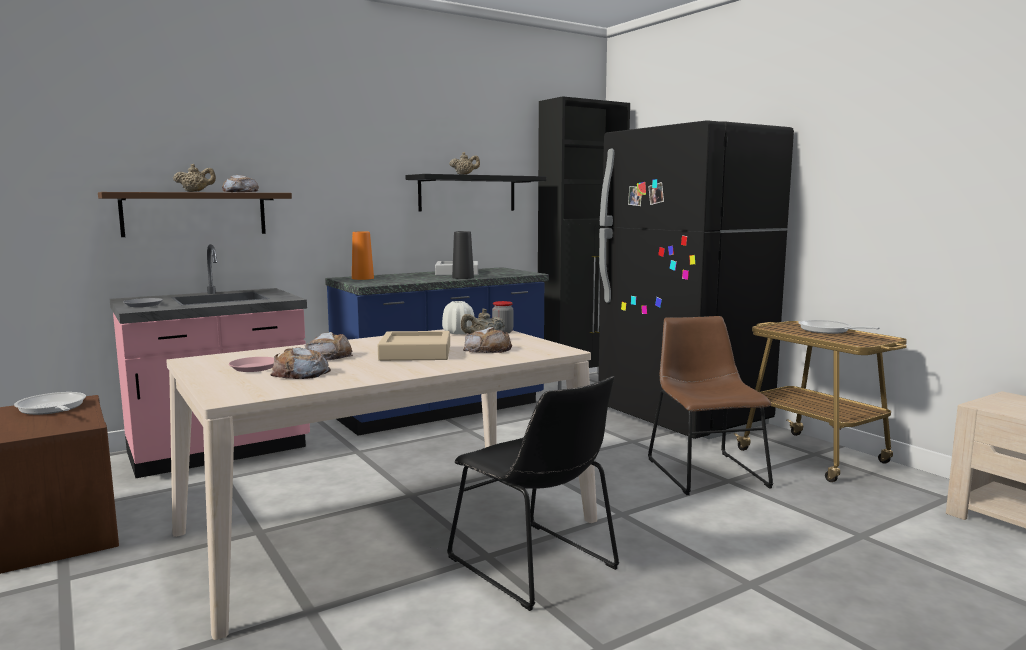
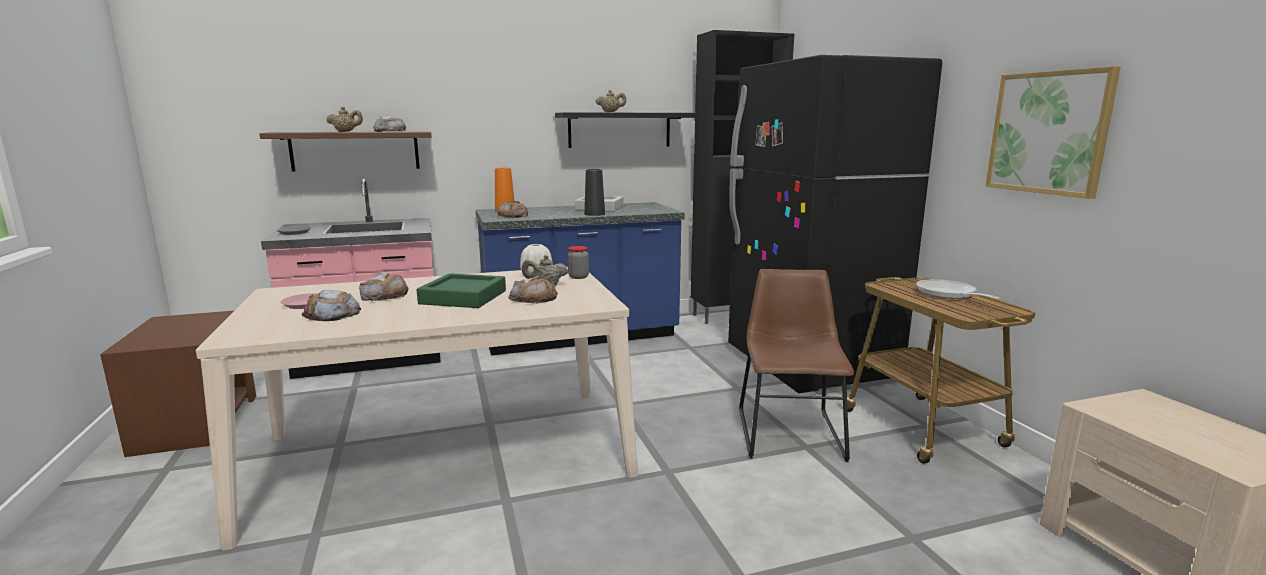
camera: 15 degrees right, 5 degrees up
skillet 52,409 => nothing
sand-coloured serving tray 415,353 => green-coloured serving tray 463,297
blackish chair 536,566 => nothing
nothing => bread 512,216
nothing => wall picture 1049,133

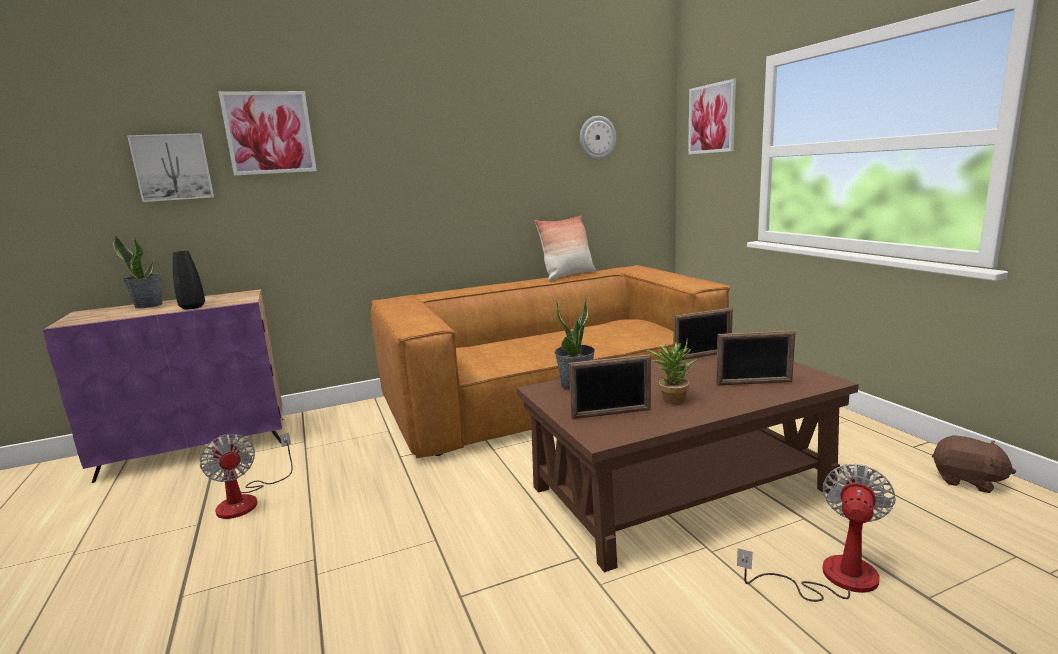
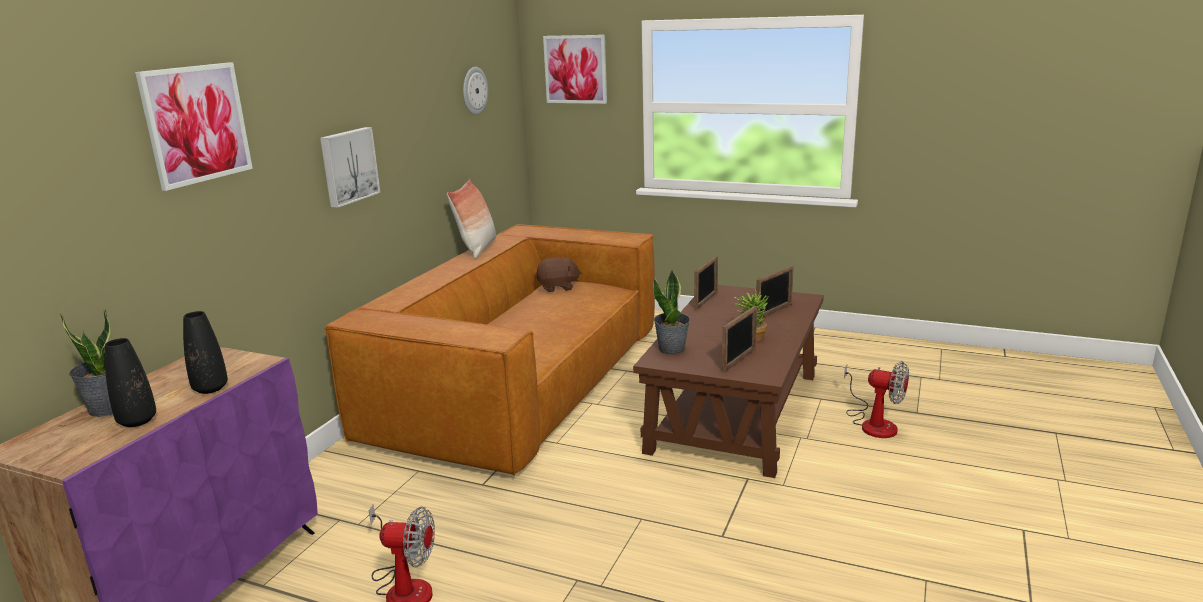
camera: 45 degrees left, 5 degrees up
wall picture 173,167 => wall picture 348,166, moved
fan 831,577 => fan 873,423, 135 degrees clockwise
brown cuddly toy 967,480 => brown cuddly toy 558,287, moved
nothing => blackish flower vase 137,421

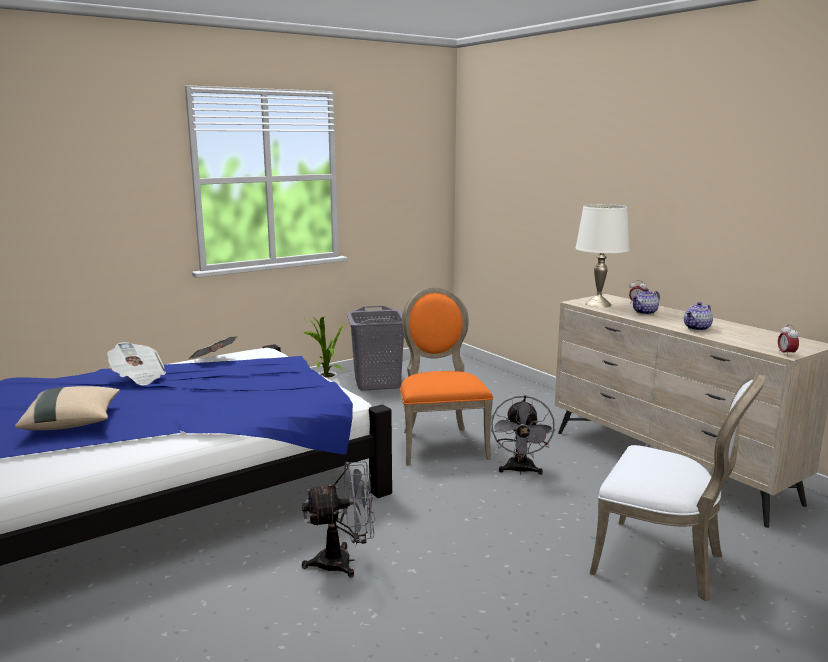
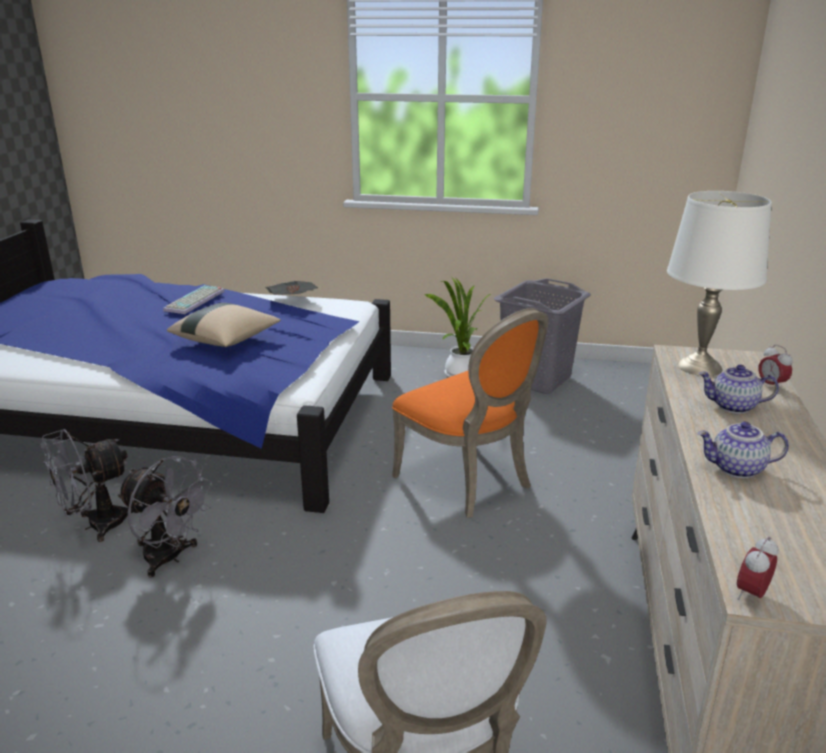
camera: 45 degrees right, 10 degrees up
sand-coloured pillow 73,423 => sand-coloured pillow 226,340, moved
printed paper 138,377 => keyboard 195,301
orange chair 440,444 => orange chair 468,481, 105 degrees clockwise
gray fan 520,471 => gray fan 96,526, moved

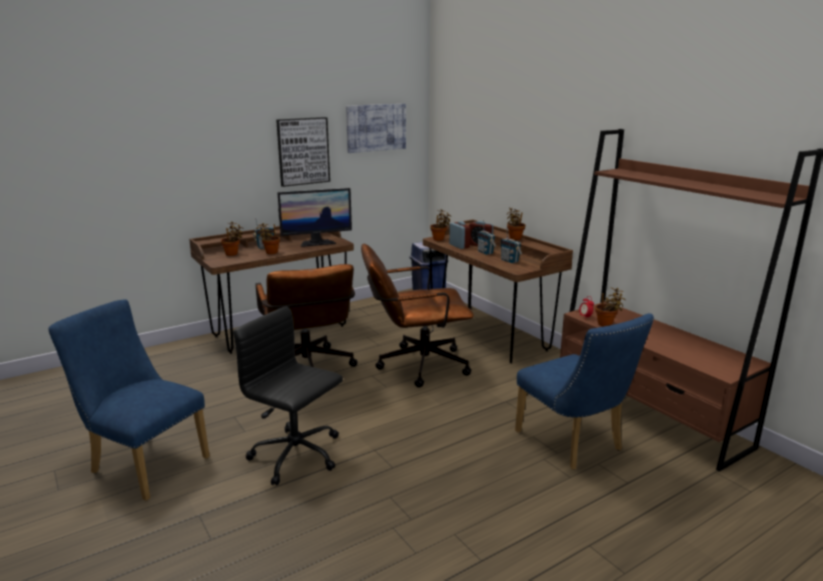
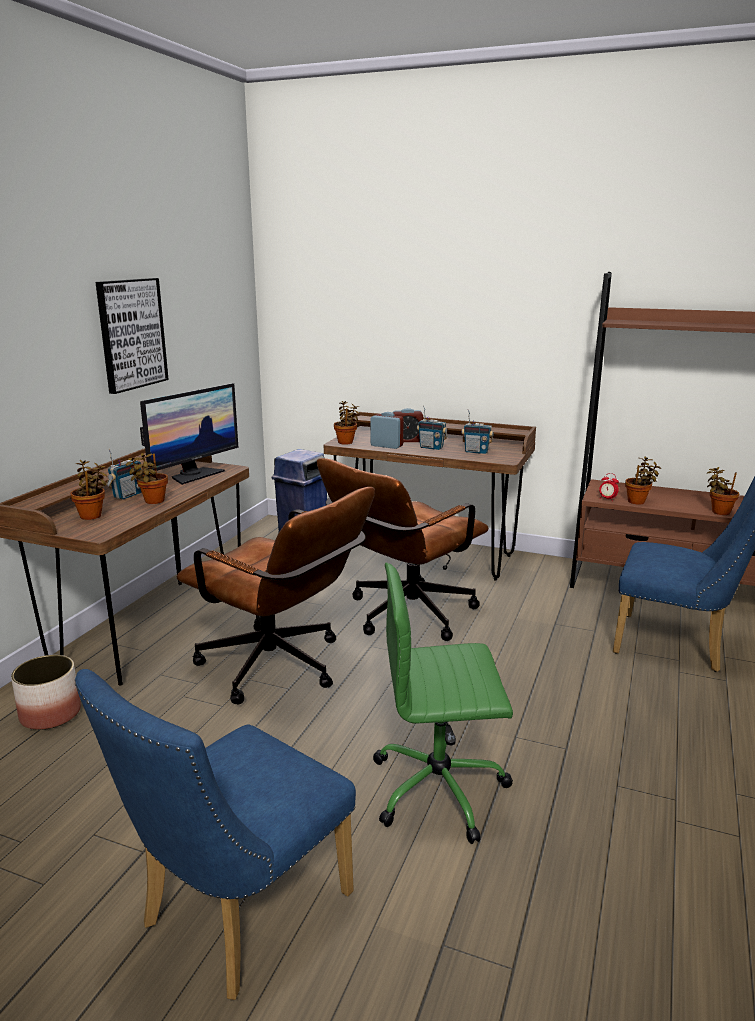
camera: 35 degrees left, 0 degrees up
bluish chair 144,463 => bluish chair 234,916, 45 degrees counterclockwise
blackish desk chair 297,456 => green-coloured desk chair 440,788
wall picture 376,127 => nothing
houseplant 514,238 => houseplant 718,511, moved
nothing => planter 50,714

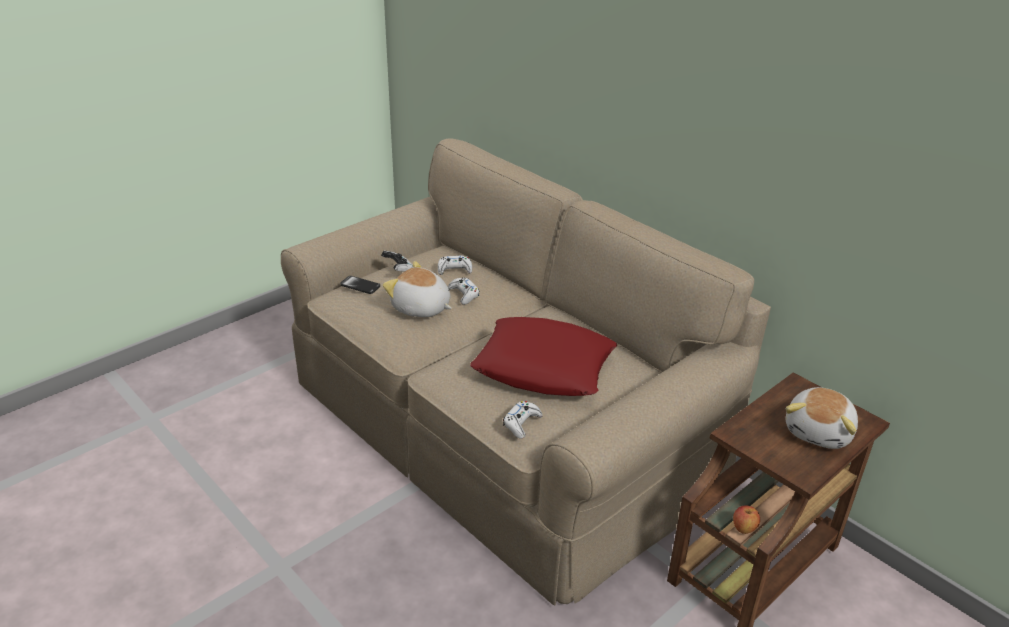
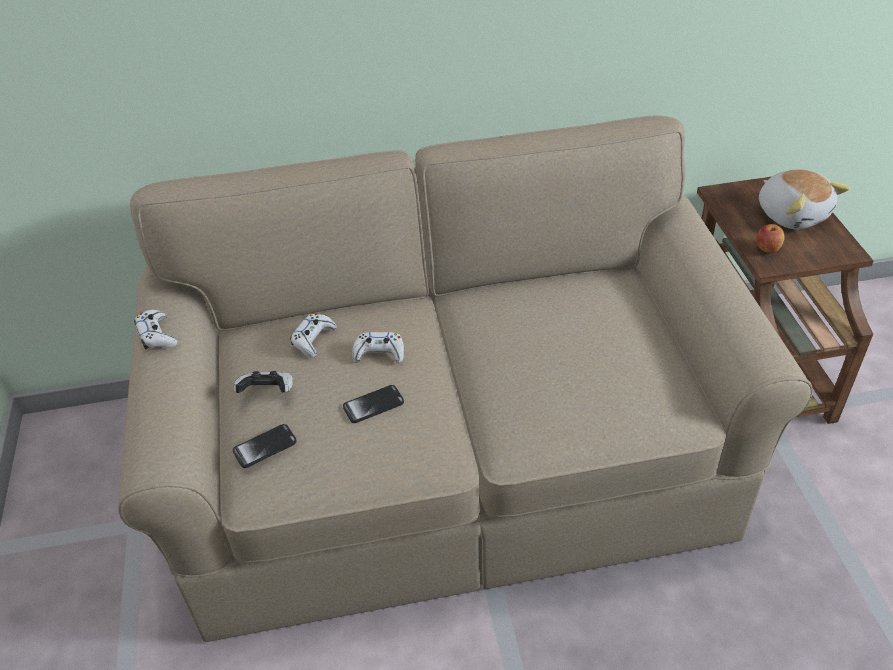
camera: 55 degrees left, 10 degrees up
cuddly toy 421,308 => telephone 373,405
red pillow 544,366 => nothing
white joypad 521,423 => white joypad 157,335, moved
apple fruit 743,528 => apple fruit 767,249, moved

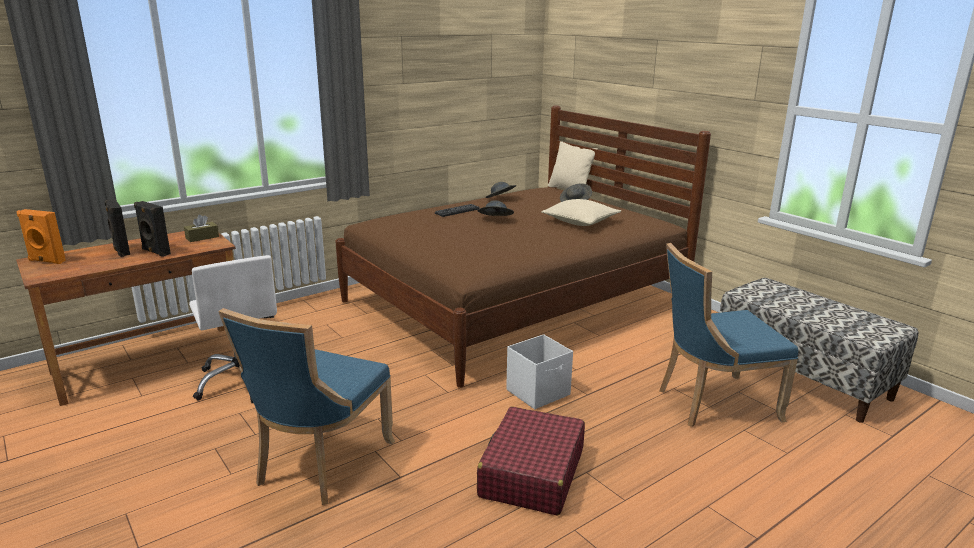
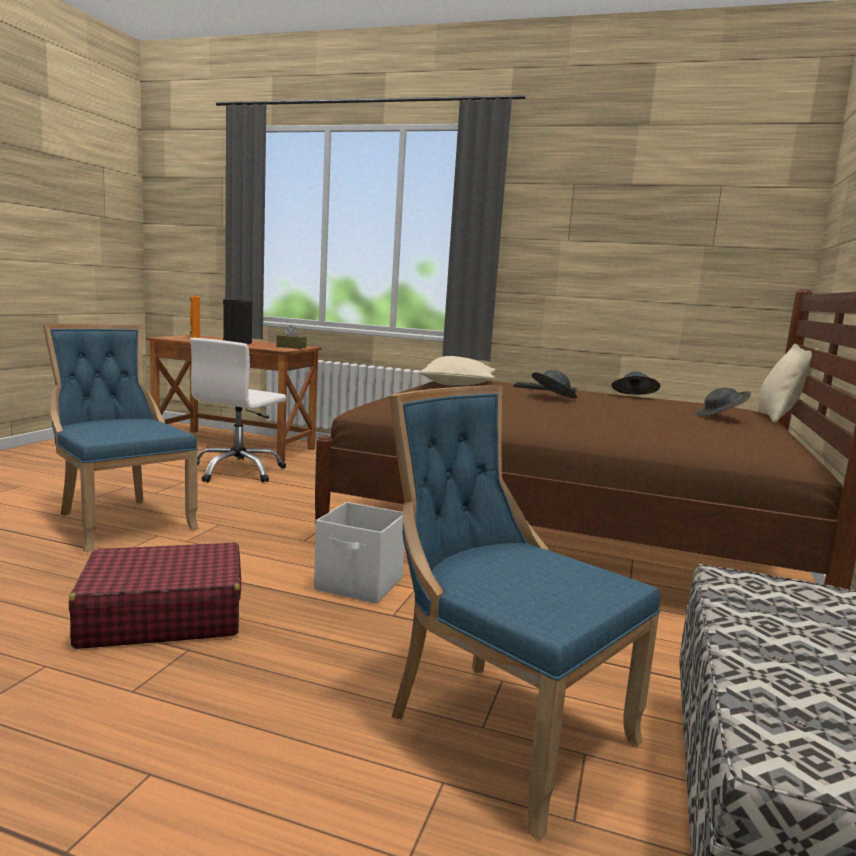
camera: 55 degrees right, 10 degrees down
bluish chair 320,464 => bluish chair 121,521, 60 degrees clockwise
sand-coloured pillow 580,221 => sand-coloured pillow 458,384, moved

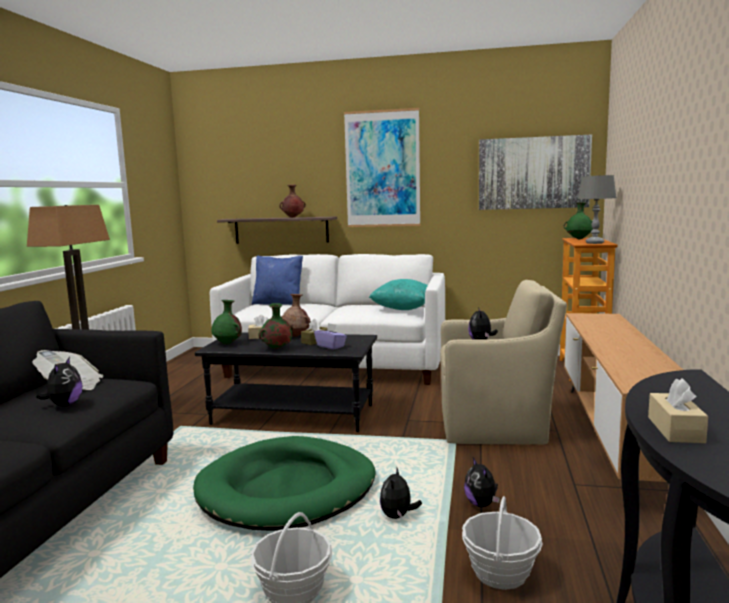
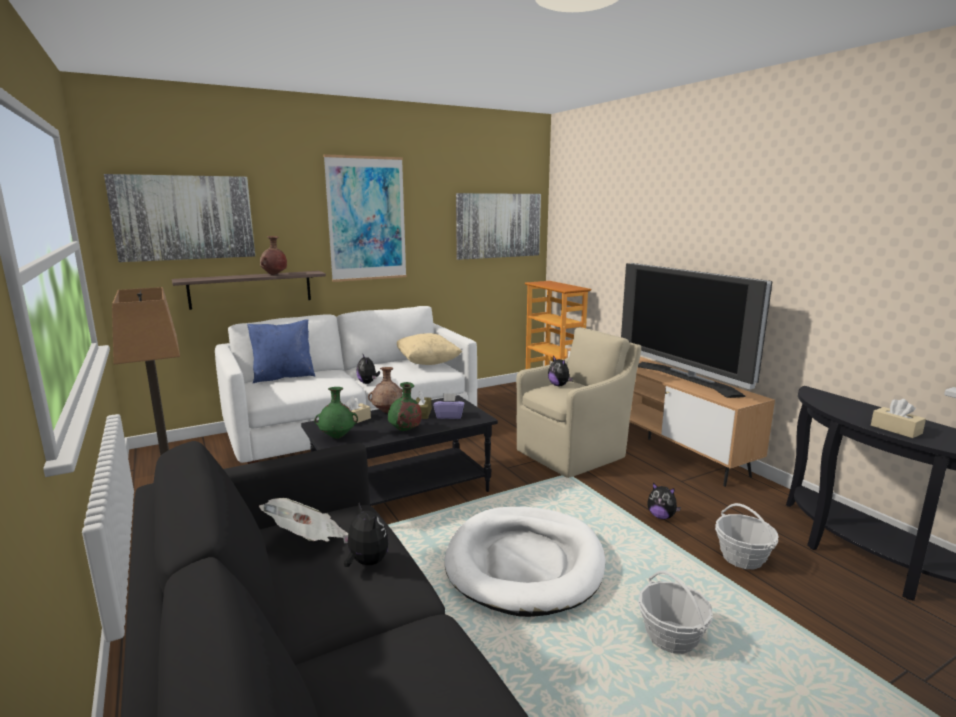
camera: 40 degrees left, 5 degrees up
green-coloured dog cushion 287,489 => white dog cushion 525,563
blue-green pillow 403,309 => sand-coloured pillow 427,363
cuddly toy 398,516 => cuddly toy 368,383, moved
green-coloured flower vase 579,239 => nothing
gray table lamp 595,243 => nothing
nothing => wall picture 184,217
nothing => TV 686,379

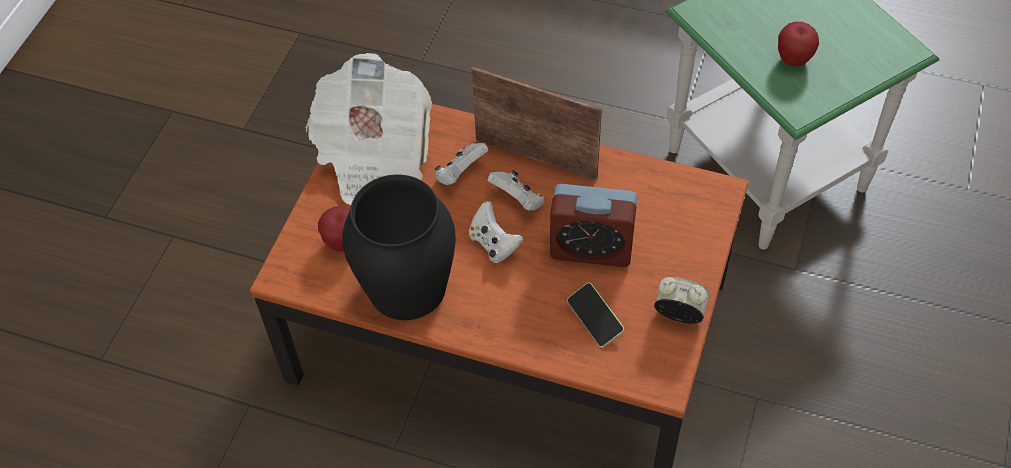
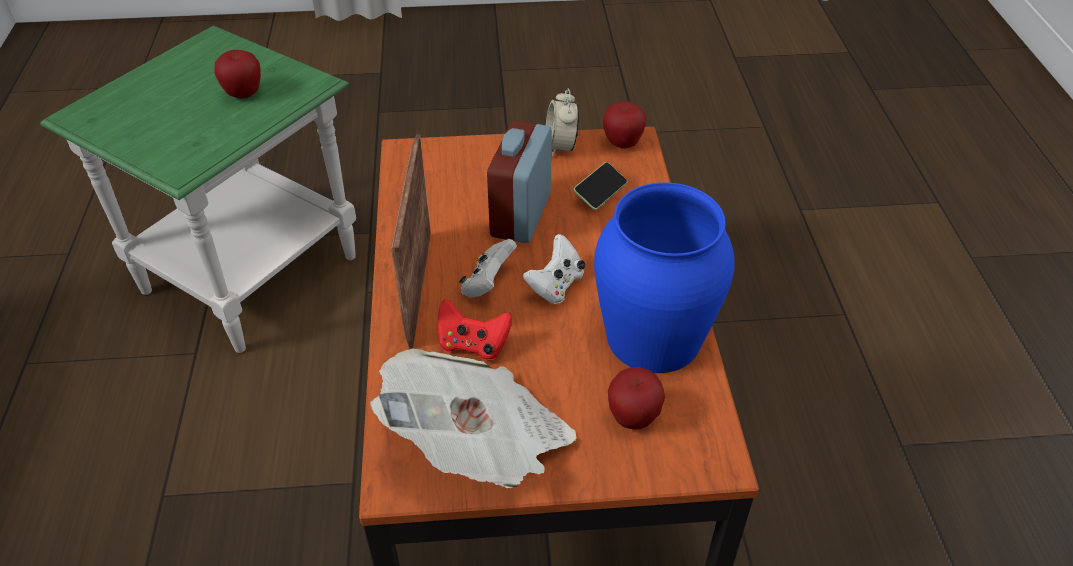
camera: 115 degrees left, 10 degrees down
blackish flower vase 407,285 => bluish flower vase 652,337
white joypad 460,174 => red joypad 473,345
alarm clock 591,249 => alarm clock 521,215, 150 degrees counterclockwise
nothing => apple fruit 622,144

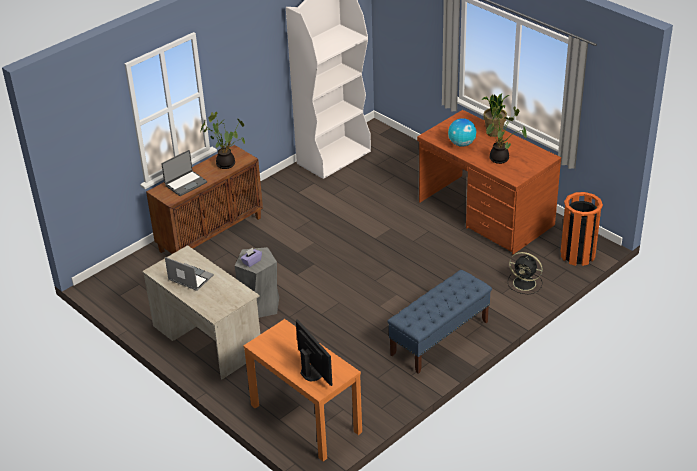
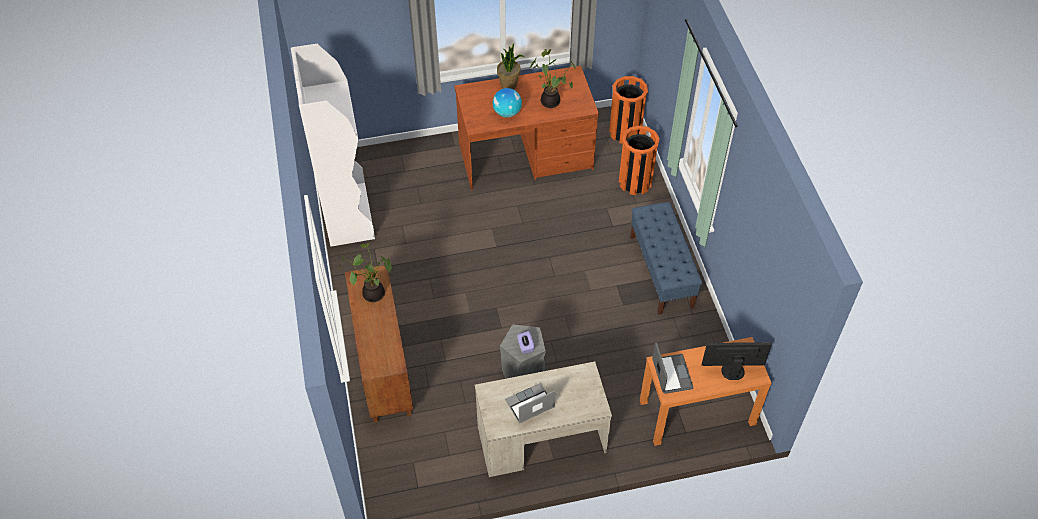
camera: 60 degrees left, 15 degrees up
portable computer 185,183 => portable computer 671,374, moved
blackish fan 525,283 => orange rubbish bin 635,182

